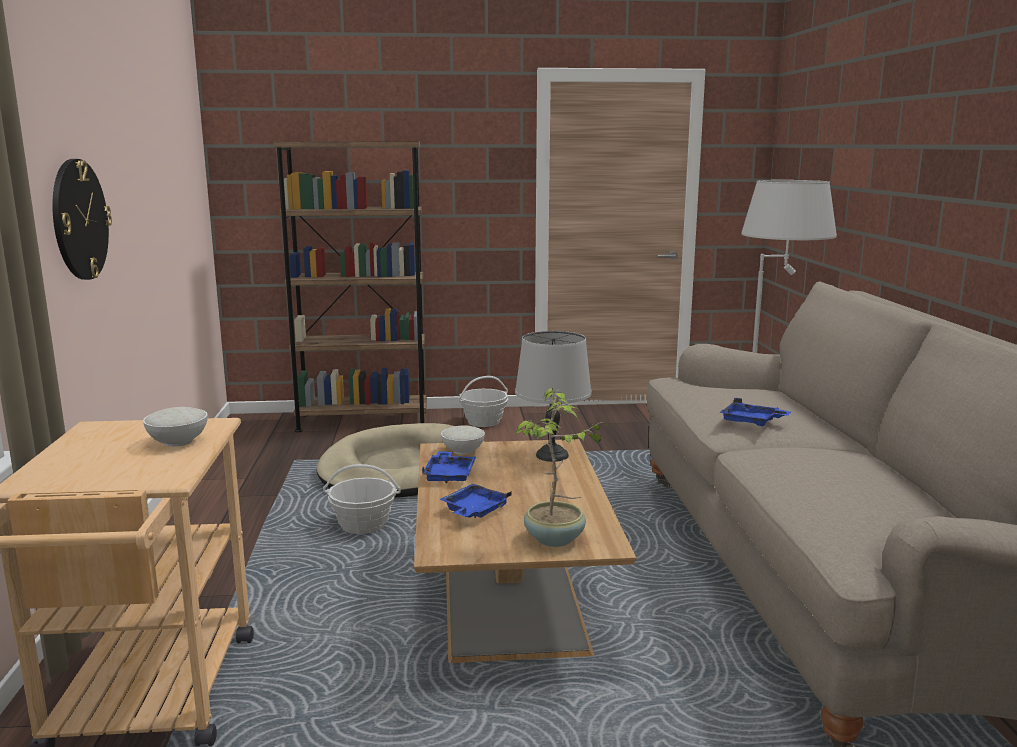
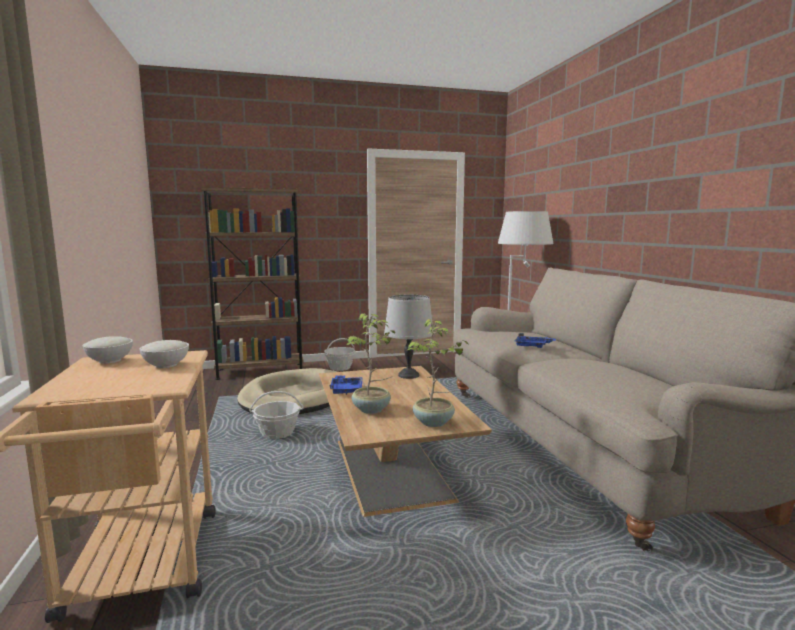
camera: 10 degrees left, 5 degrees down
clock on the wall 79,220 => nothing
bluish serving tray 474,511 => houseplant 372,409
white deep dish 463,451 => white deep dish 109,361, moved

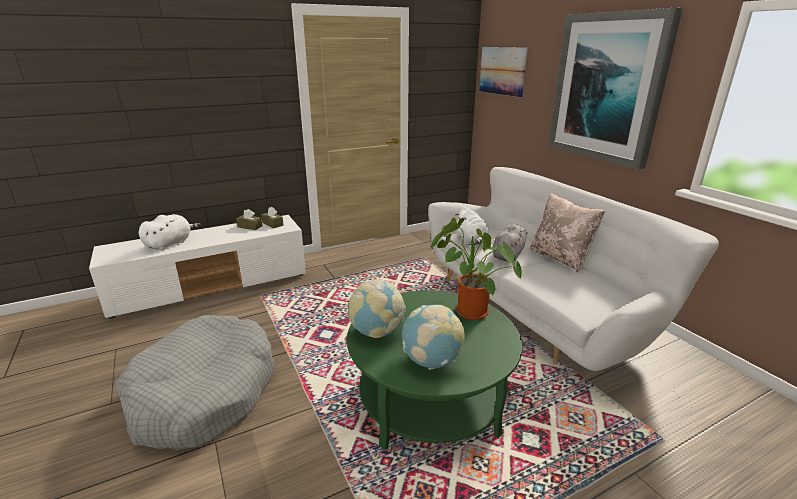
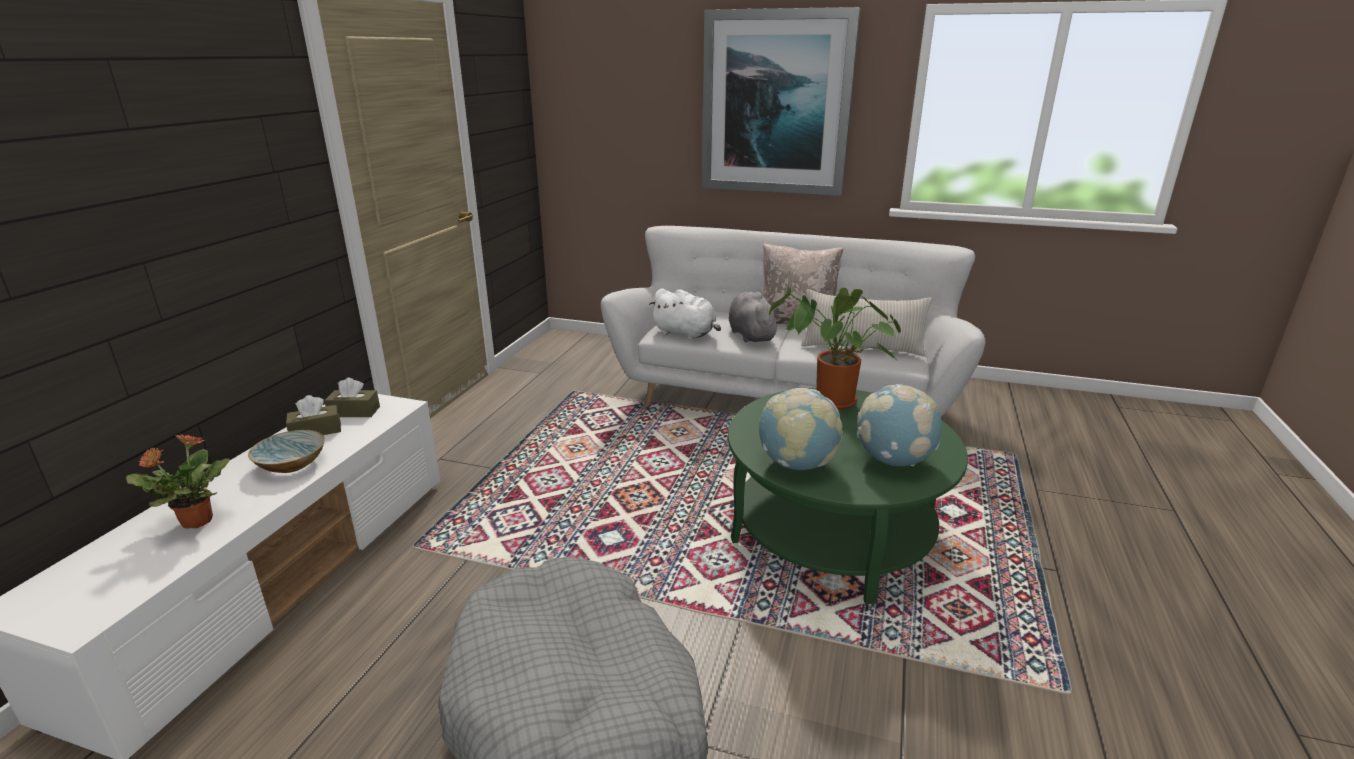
camera: 45 degrees left, 0 degrees up
white cuddly toy 170,243 => houseplant 195,521
wall picture 502,71 => nothing
nothing => deep dish 292,464
nothing => sand-coloured pillow 862,348

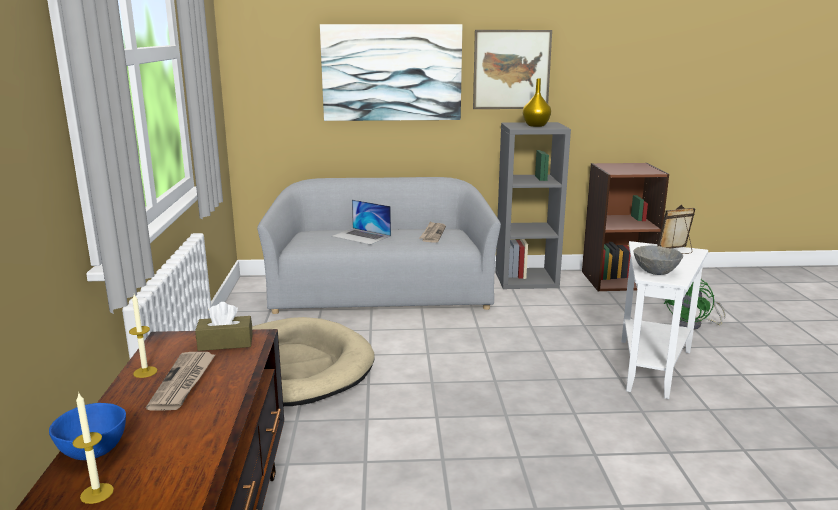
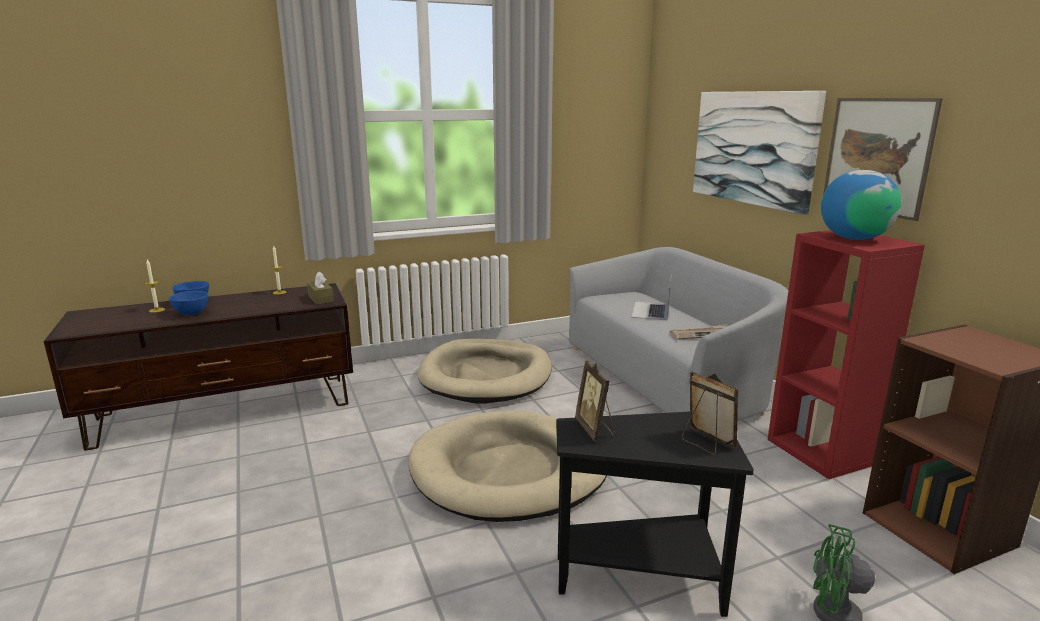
camera: 70 degrees right, 0 degrees up
printed paper 183,383 => nothing
gray shelving unit 527,279 => red shelving unit 823,451
yellow flower vase 535,125 => globe 854,238
white end table 652,366 => blackish end table 645,577
gray deep dish 656,272 => photo frame 595,429
nothing => bluish deep dish 191,313
nothing => sand-coloured dog cushion 508,471

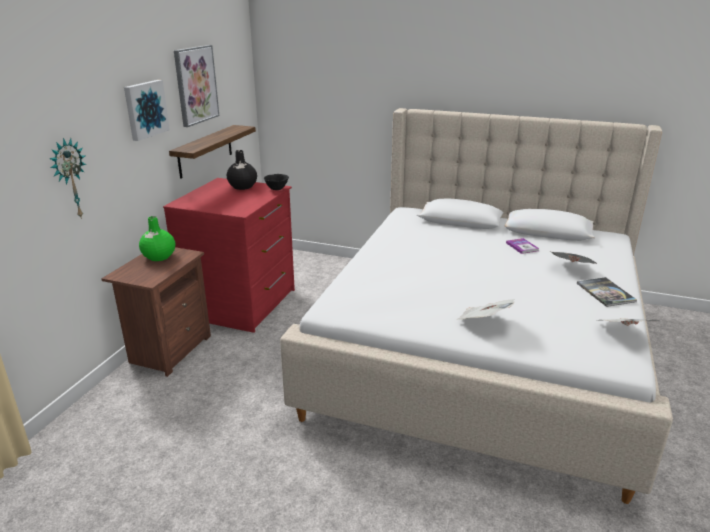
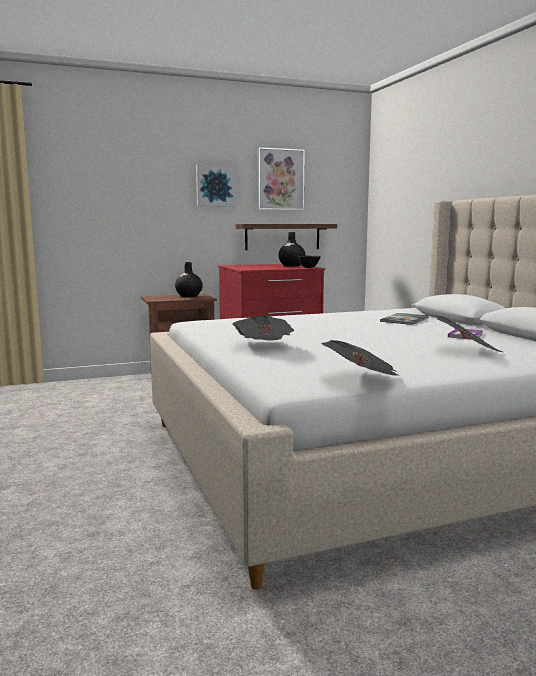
camera: 50 degrees right, 15 degrees down
clock on the wall 69,179 => nothing
green-coloured flower vase 159,257 => blackish flower vase 189,296
volume 605,292 => volume 404,320, moved

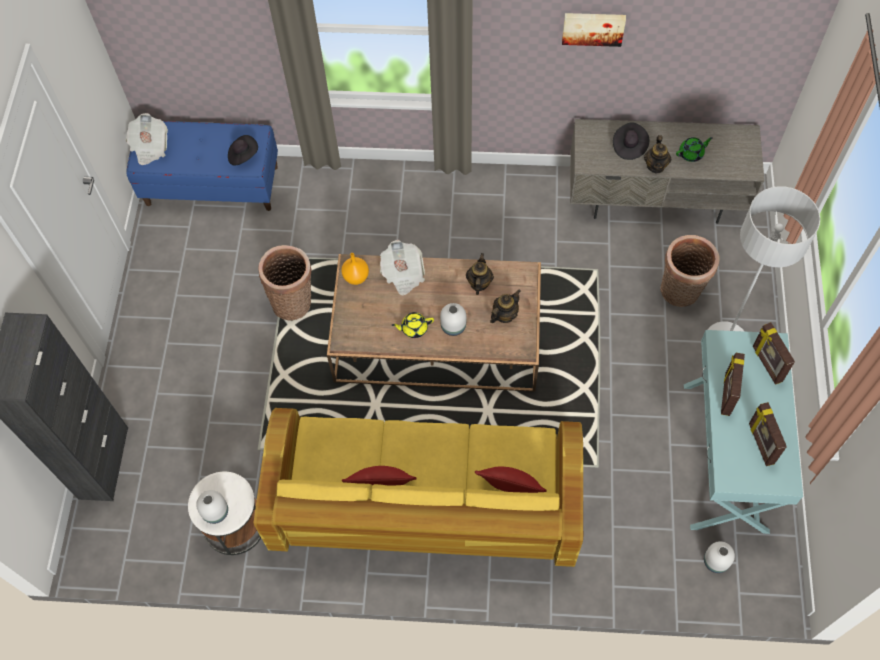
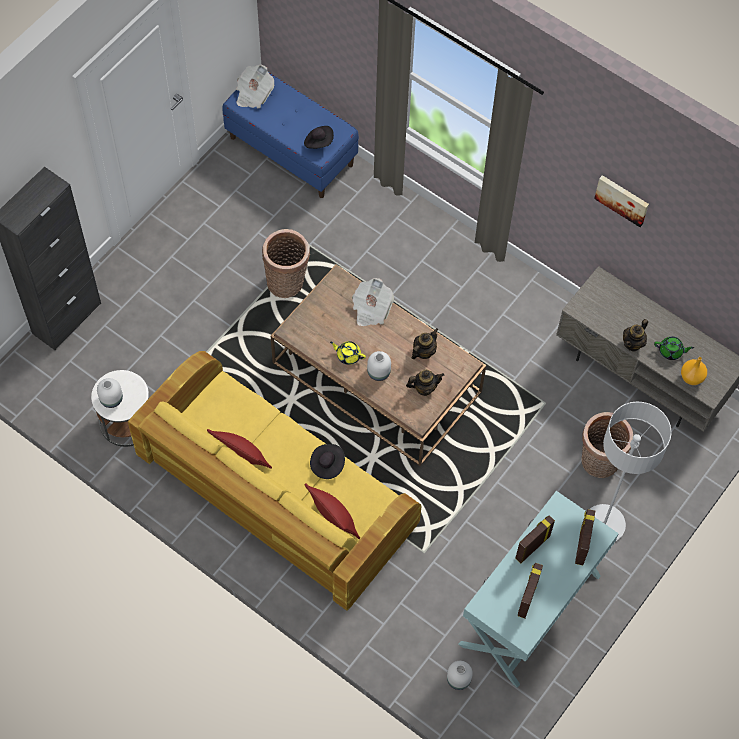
camera: 30 degrees right, 0 degrees up
orange flower vase 356,277 => orange flower vase 692,378, moved
blackish wearable hat 629,146 => blackish wearable hat 327,464, moved

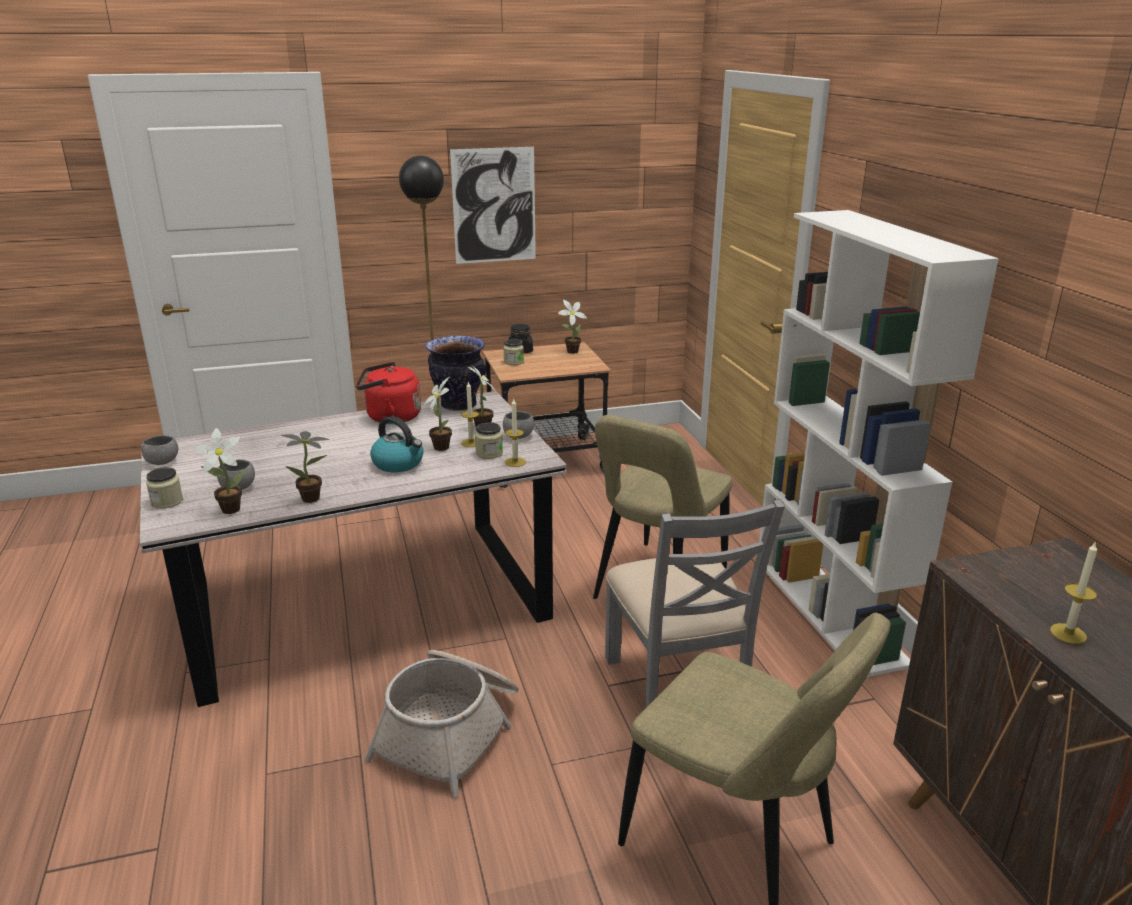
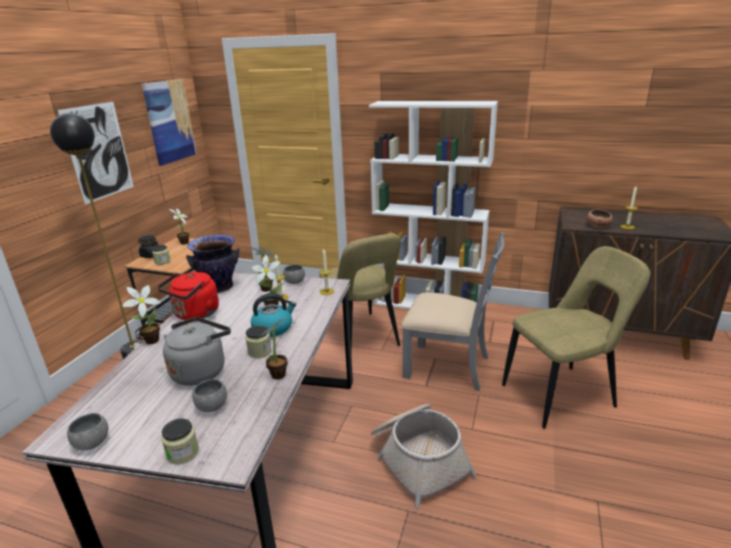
camera: 55 degrees left, 0 degrees up
houseplant 228,509 => houseplant 150,341, moved
jar 489,453 => jar 260,352, moved
nothing => wall picture 169,121
nothing => gray kettle 201,370
nothing => deep dish 598,226

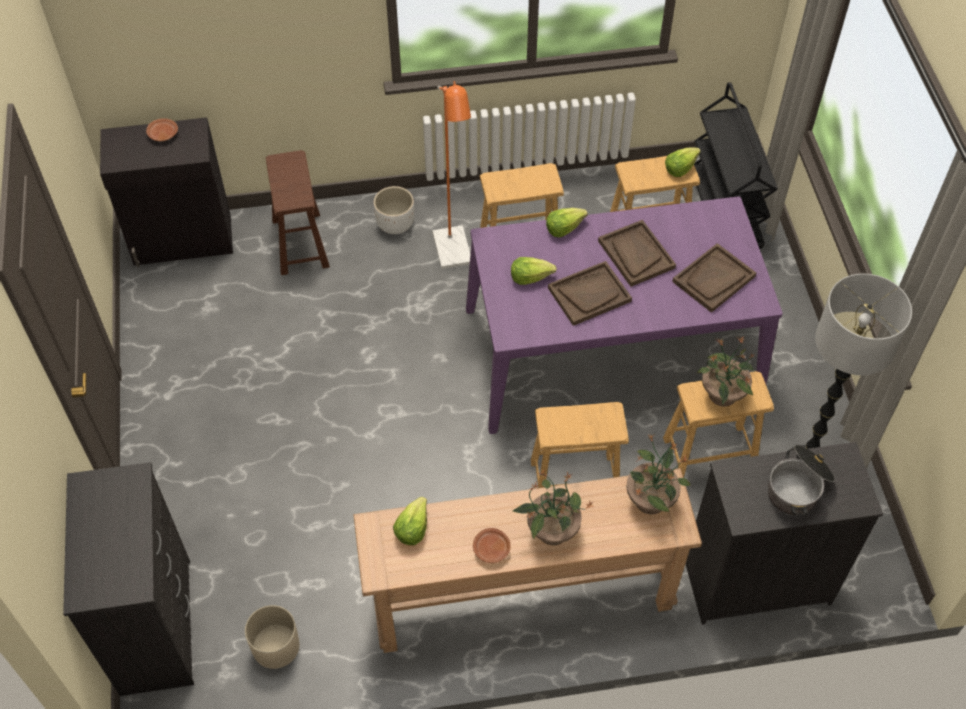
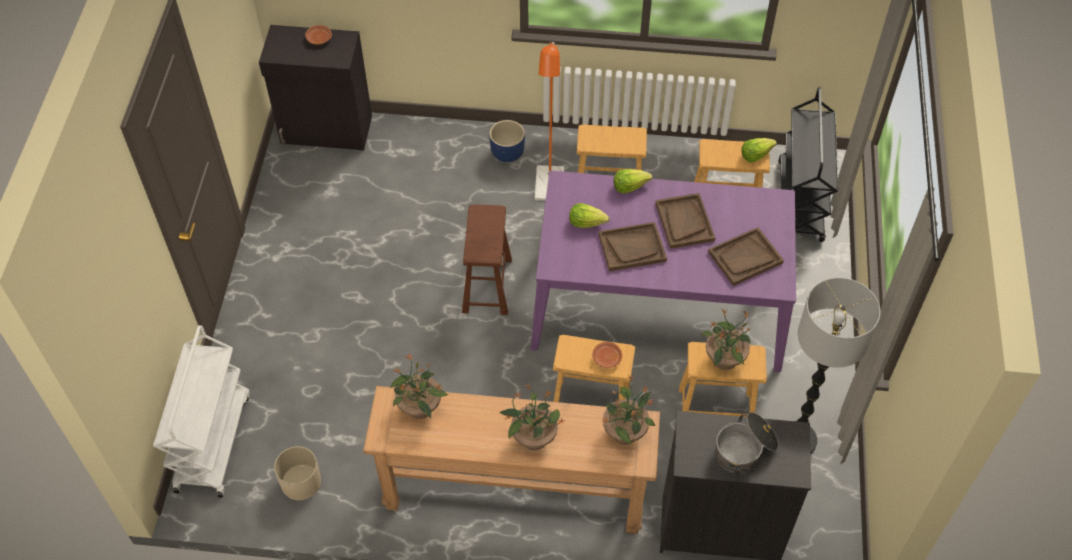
camera: 15 degrees right, 0 degrees up
blackish drawer chest 157,624 => white cart 212,441
brown stool seat 300,243 => brown stool seat 487,285, moved
white planter 396,224 => bluish planter 508,153
lettuce 412,528 => houseplant 420,408
brown dinner plate 491,549 => brown dinner plate 607,358, moved

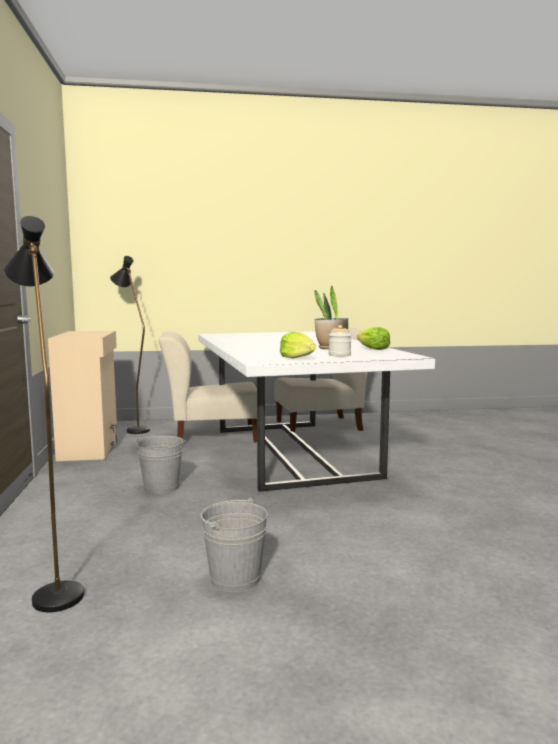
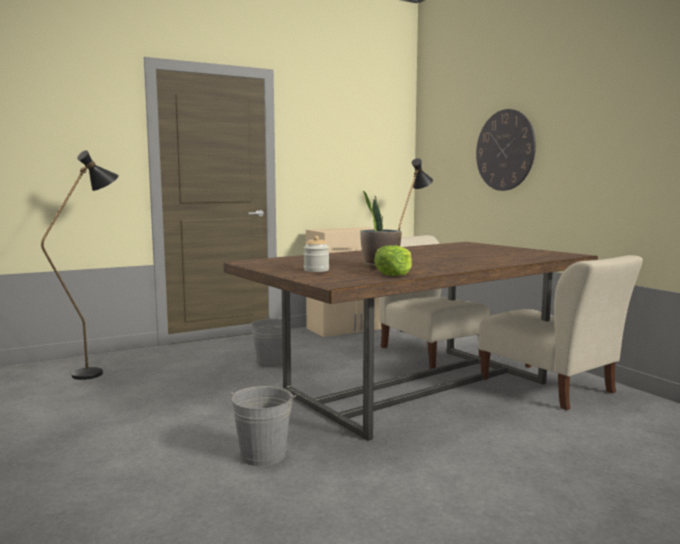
camera: 70 degrees right, 0 degrees up
white kitchen table 292,452 => brown kitchen table 414,388
gray water bucket 235,578 => gray water bucket 263,455, moved
lettuce 298,358 => nothing
nothing => clock on the wall 505,150

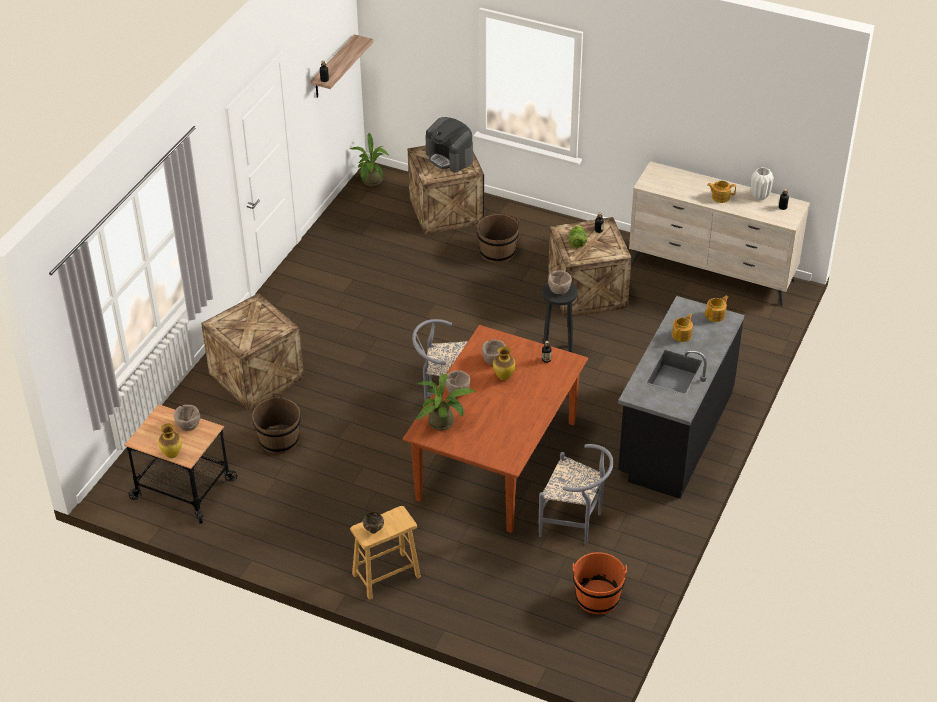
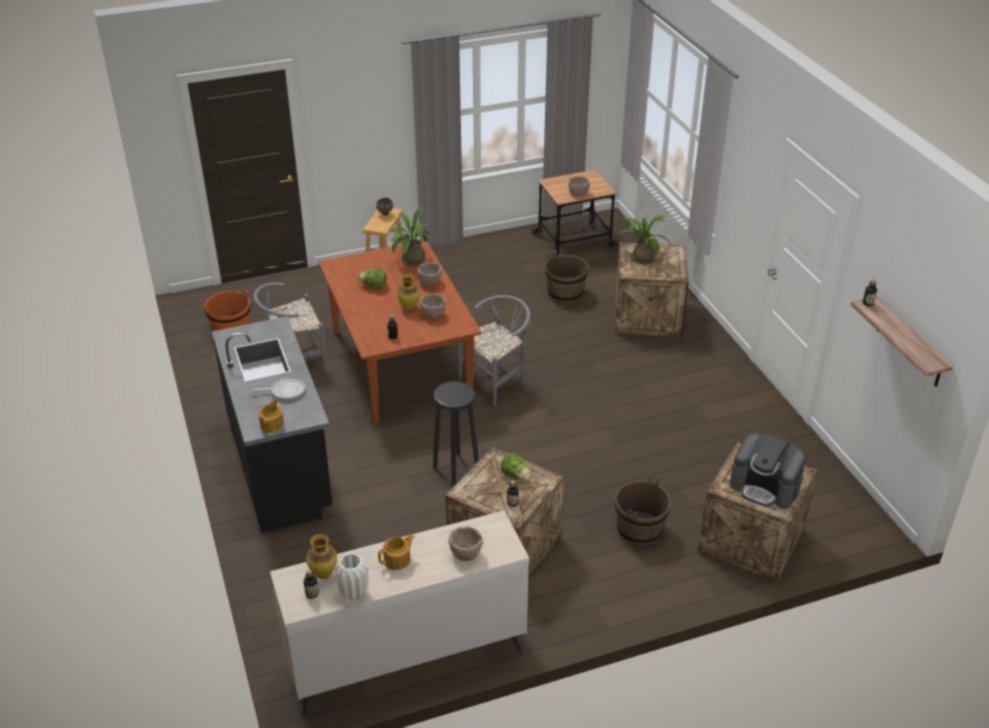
camera: 135 degrees right, 5 degrees down
flower vase 172,455 => flower vase 323,575, moved
houseplant 371,182 => houseplant 641,257, moved
coffee maker 450,157 => coffee maker 765,487, 150 degrees counterclockwise
brown deep dish 559,290 => brown deep dish 465,553, moved
tea pot 682,335 => skillet 286,391
nothing => lettuce 374,286

